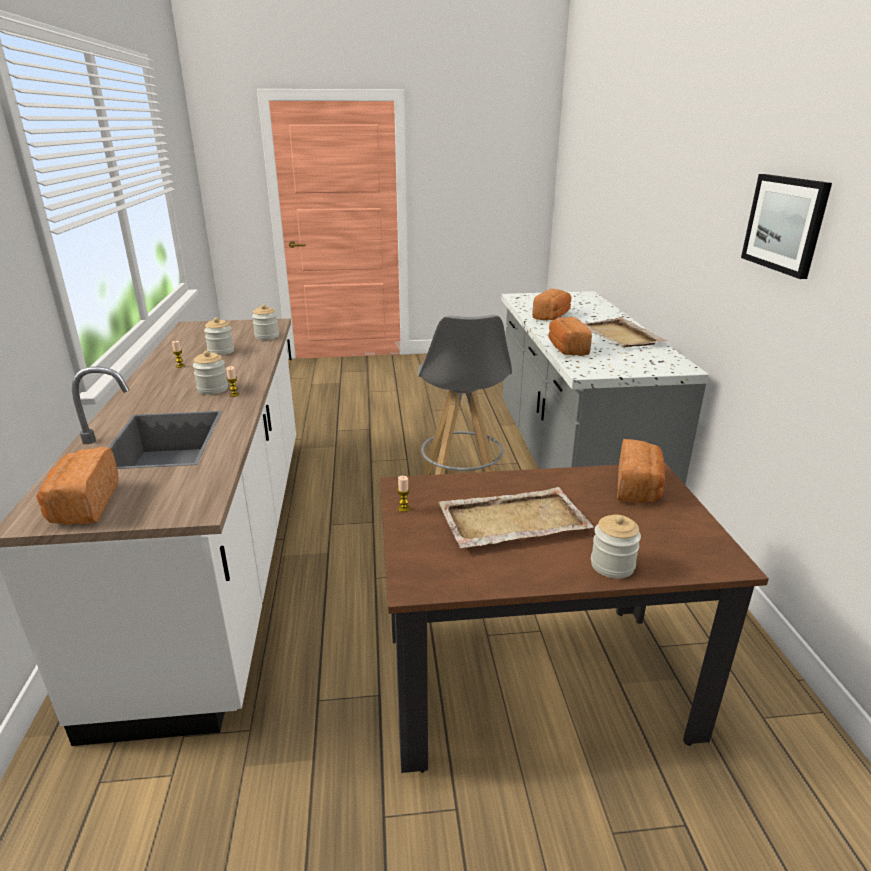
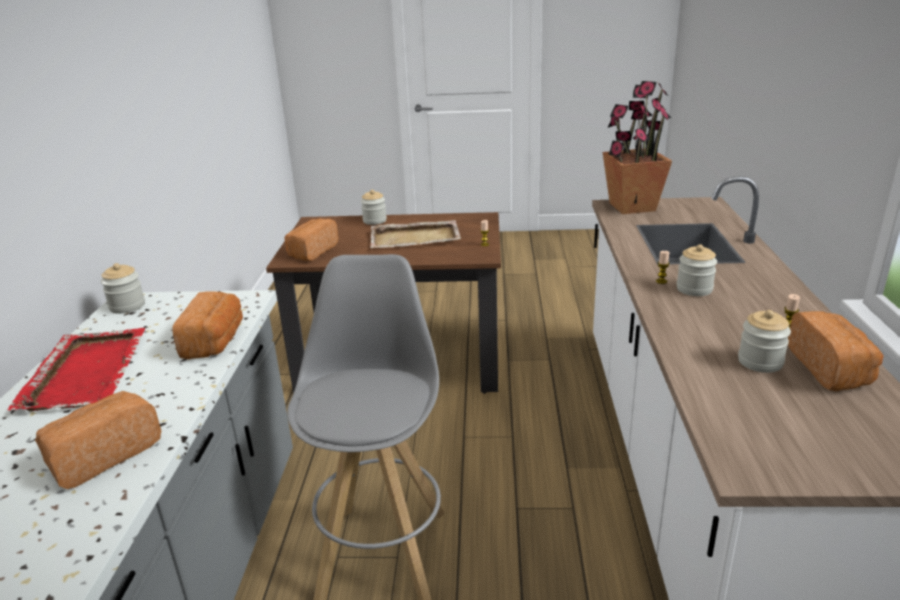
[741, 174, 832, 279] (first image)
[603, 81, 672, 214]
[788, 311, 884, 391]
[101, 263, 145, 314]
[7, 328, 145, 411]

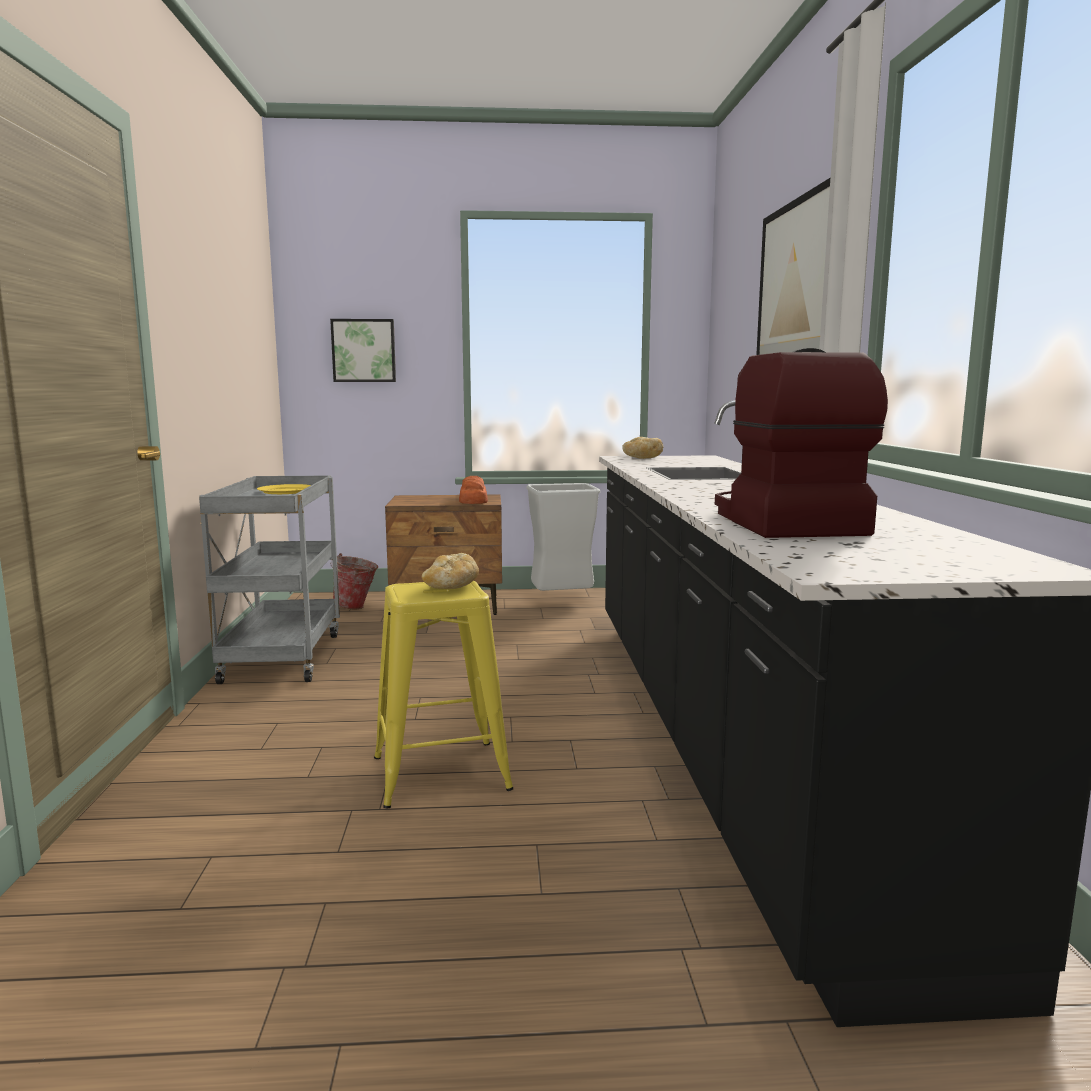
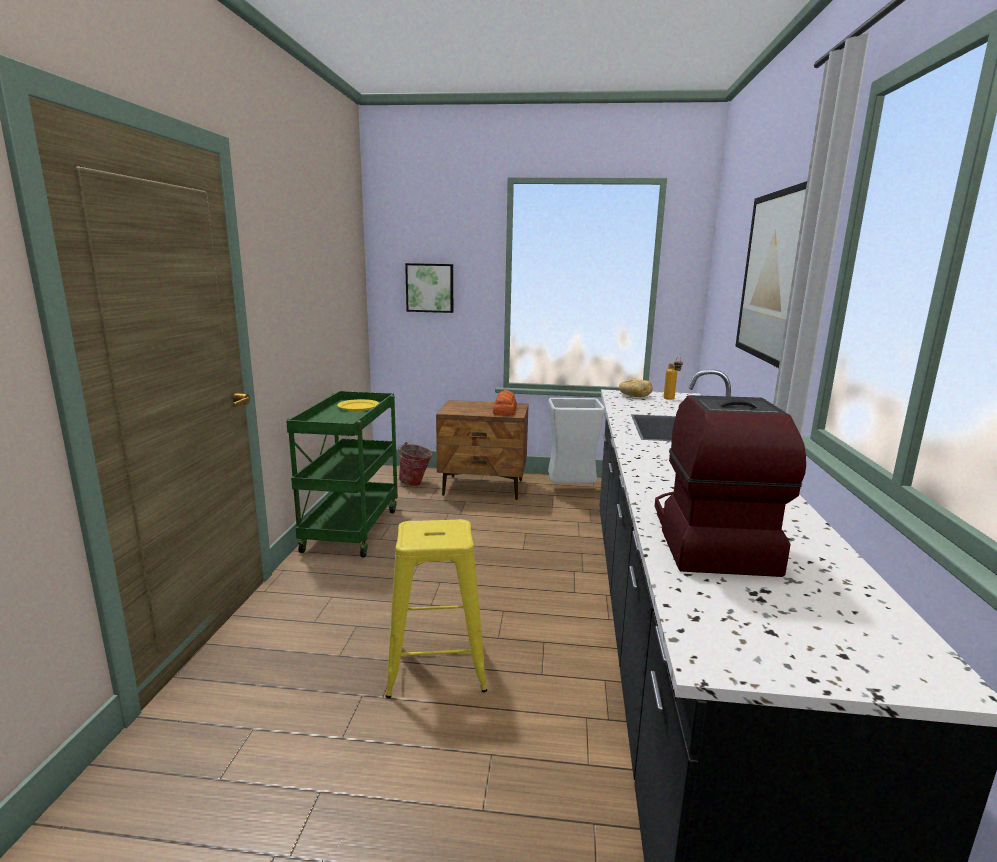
[422, 553, 479, 589] (first image)
[664, 357, 683, 400]
[286, 391, 398, 557]

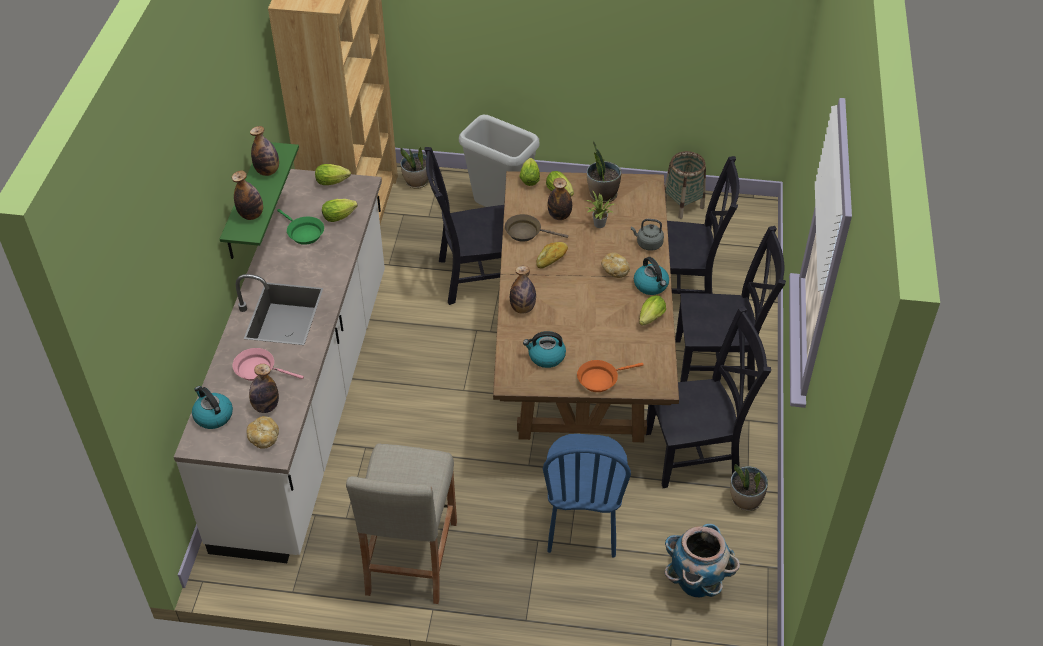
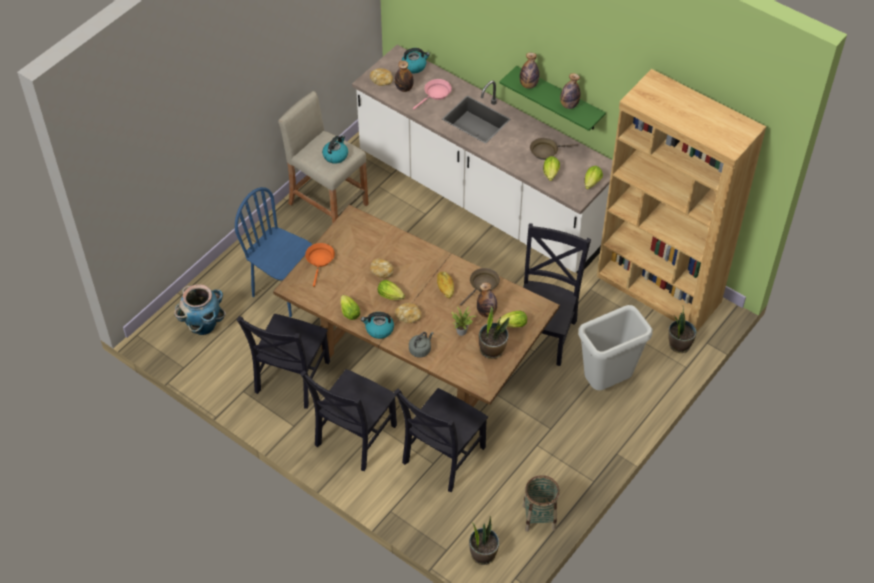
[510, 266, 536, 314] (first image)
[370, 258, 394, 278]
[378, 280, 405, 300]
[322, 135, 348, 164]
[469, 516, 499, 565]
[530, 138, 578, 160]

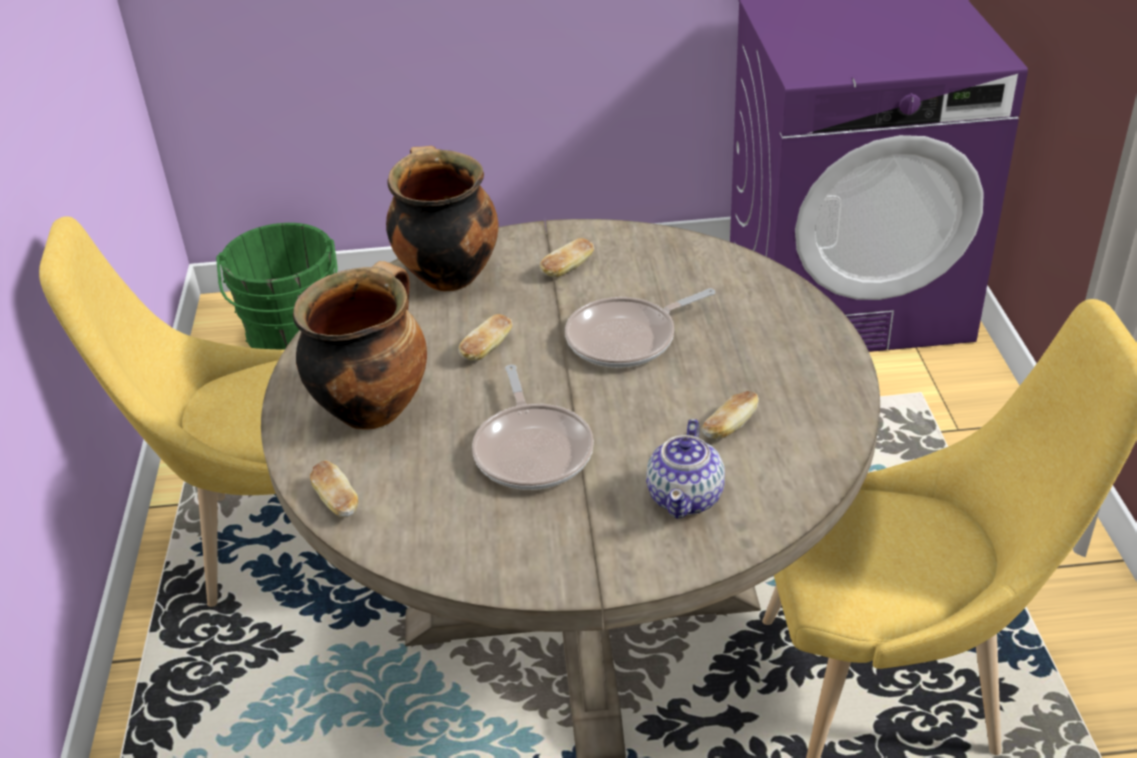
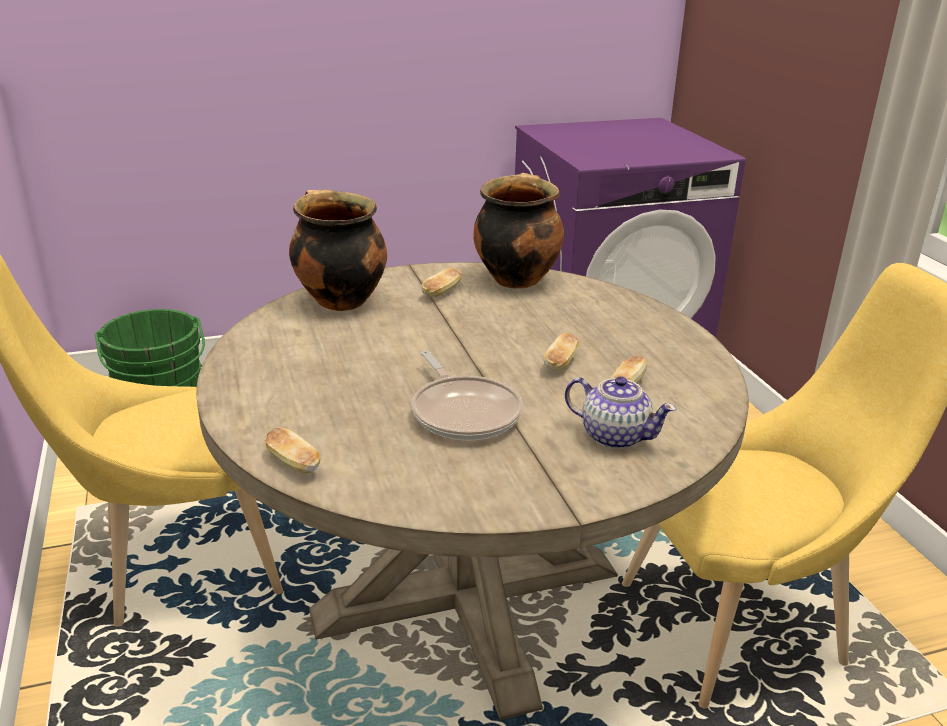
[565, 288, 715, 368] (first image)
[473, 173, 564, 289]
[543, 333, 579, 371]
[565, 376, 677, 449]

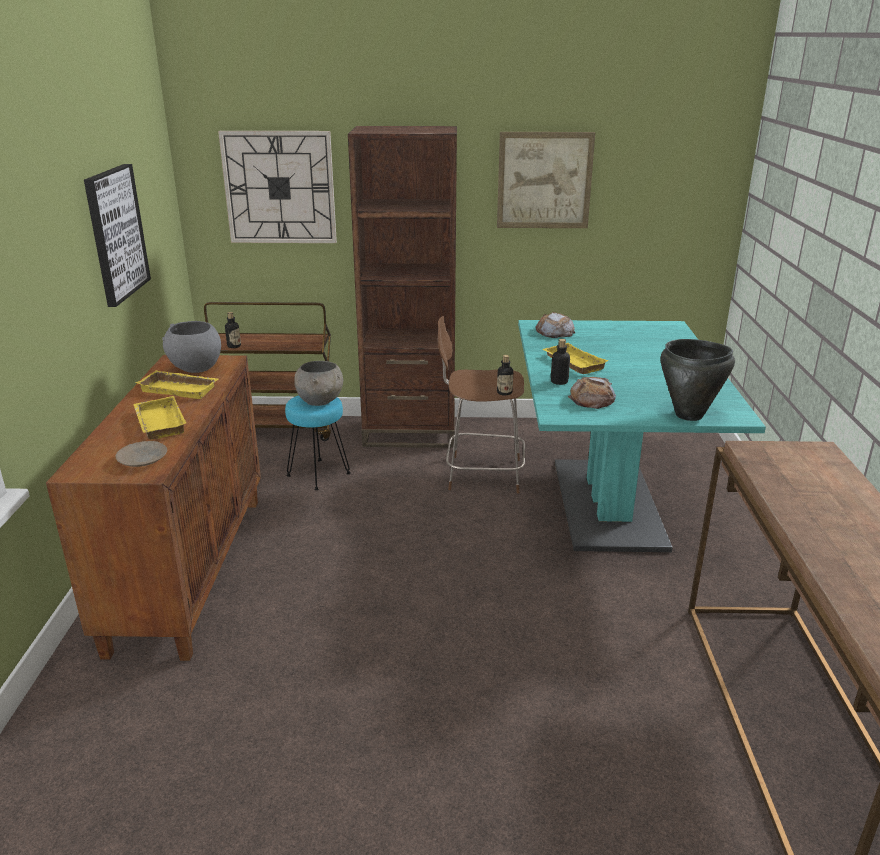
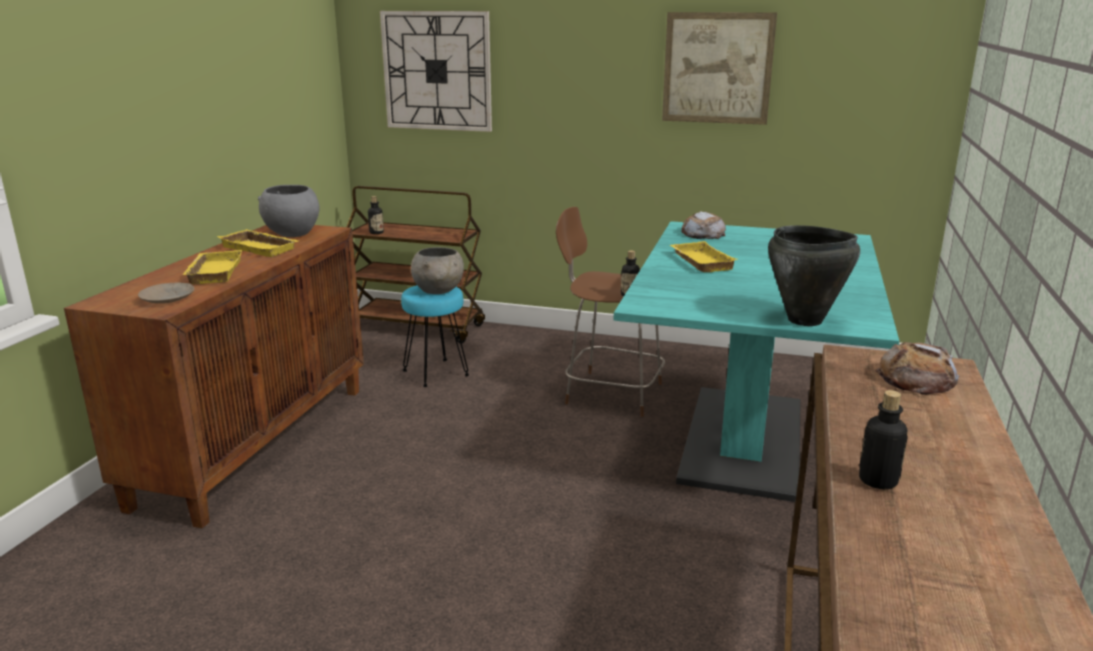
[84, 164, 151, 307] (first image)
[348, 126, 457, 448] (first image)
[859, 390, 908, 489]
[875, 342, 959, 395]

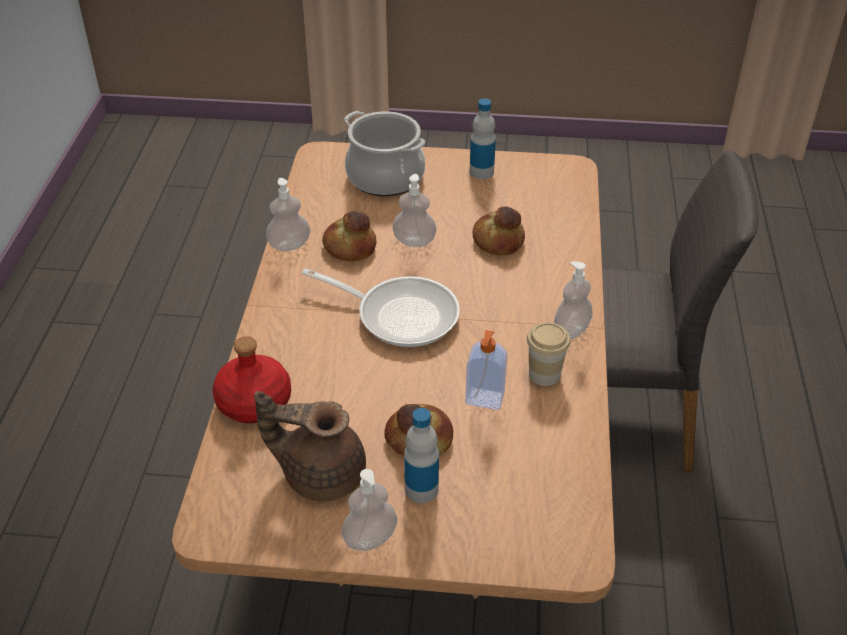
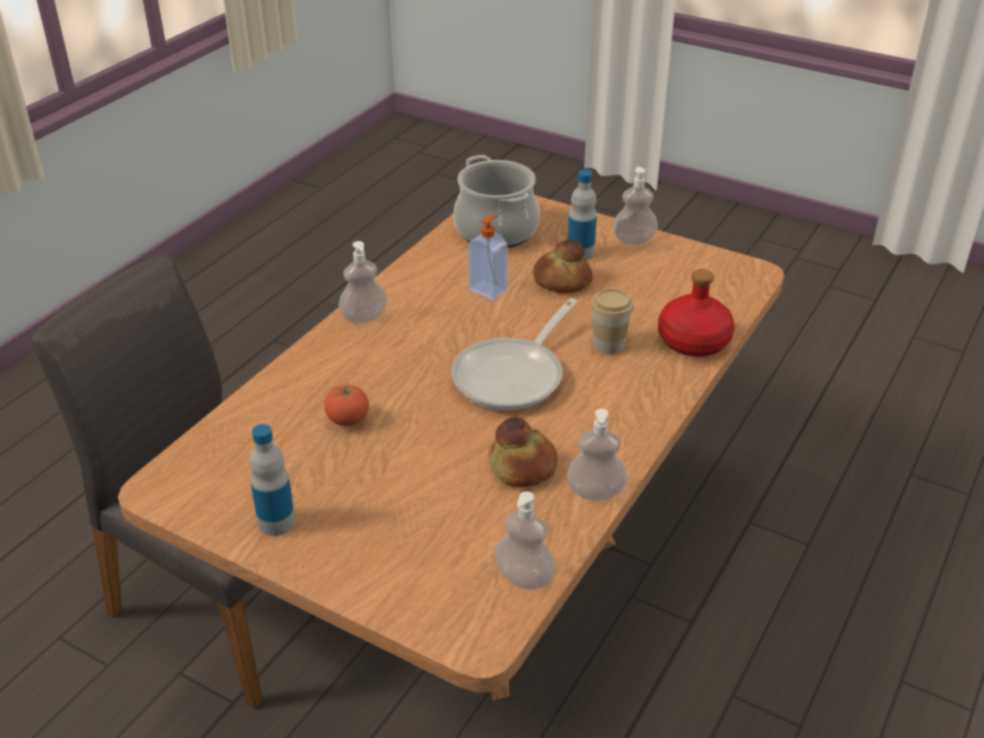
[254, 391, 366, 502] (first image)
[453, 155, 540, 248]
[495, 491, 555, 590]
[590, 289, 634, 354]
[324, 383, 369, 426]
[451, 298, 578, 411]

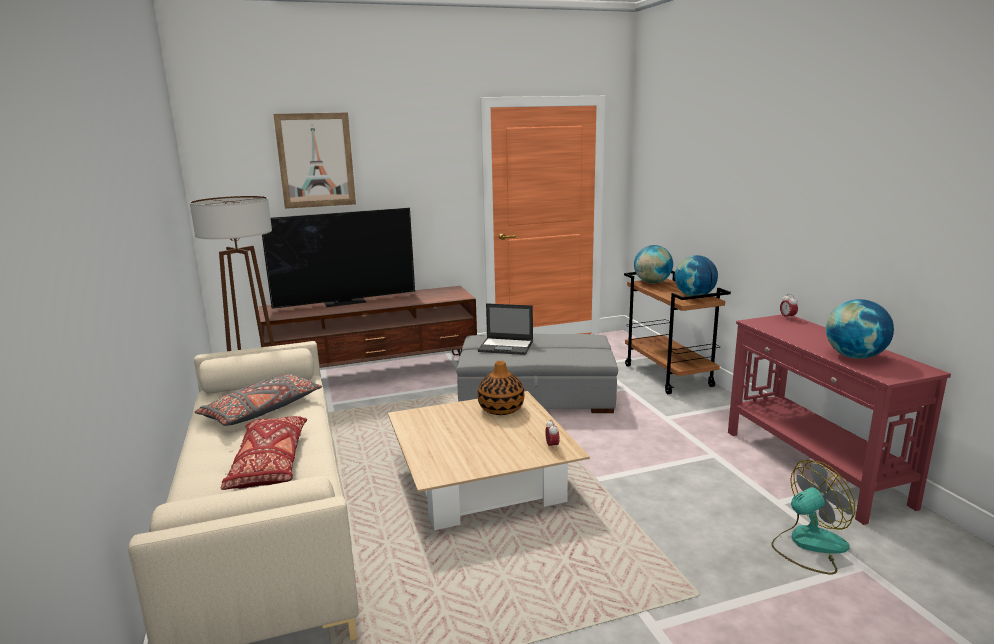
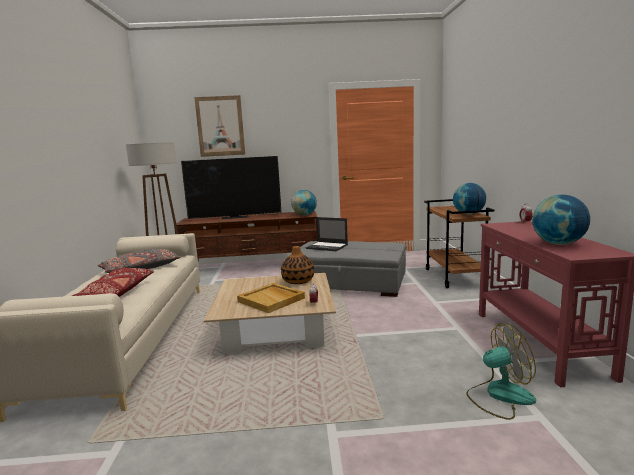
[237, 283, 305, 313]
[291, 190, 317, 216]

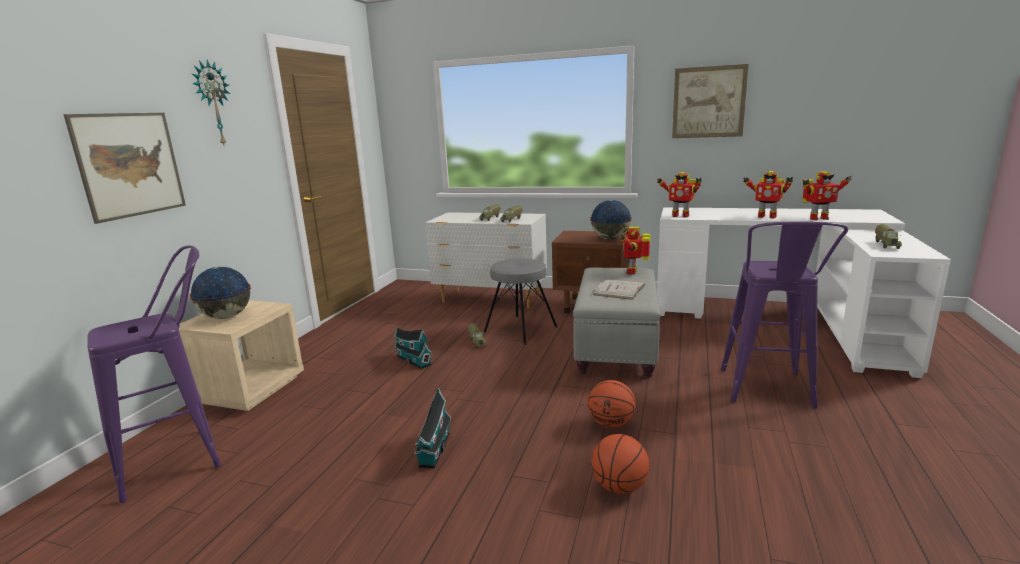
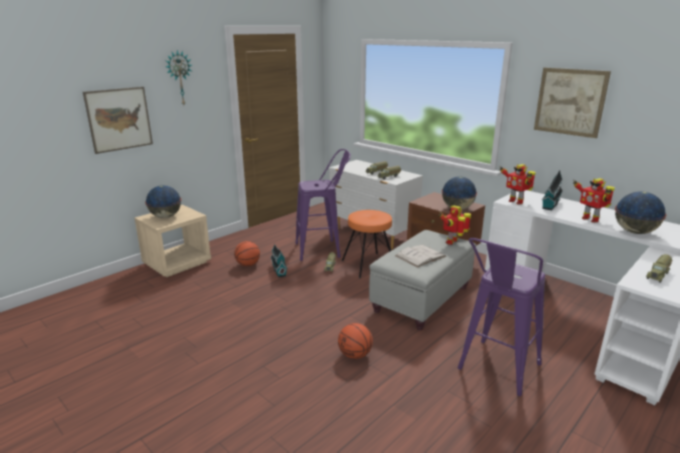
[295, 149, 351, 261]
[542, 170, 563, 210]
[234, 241, 260, 266]
[615, 192, 666, 234]
[342, 210, 392, 278]

